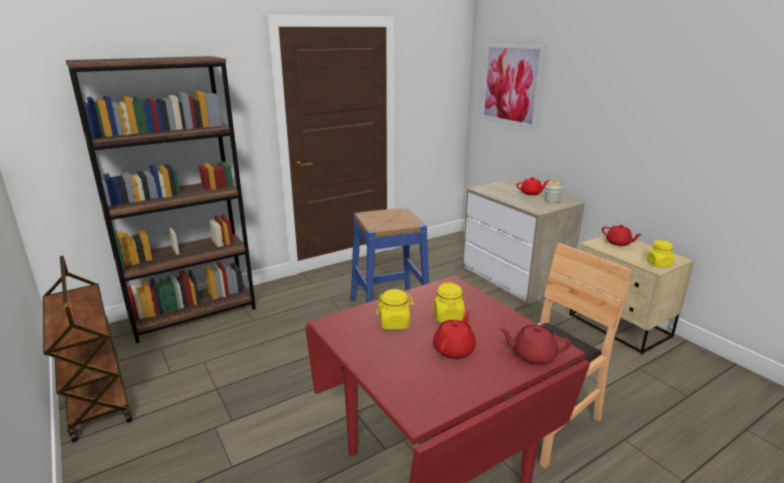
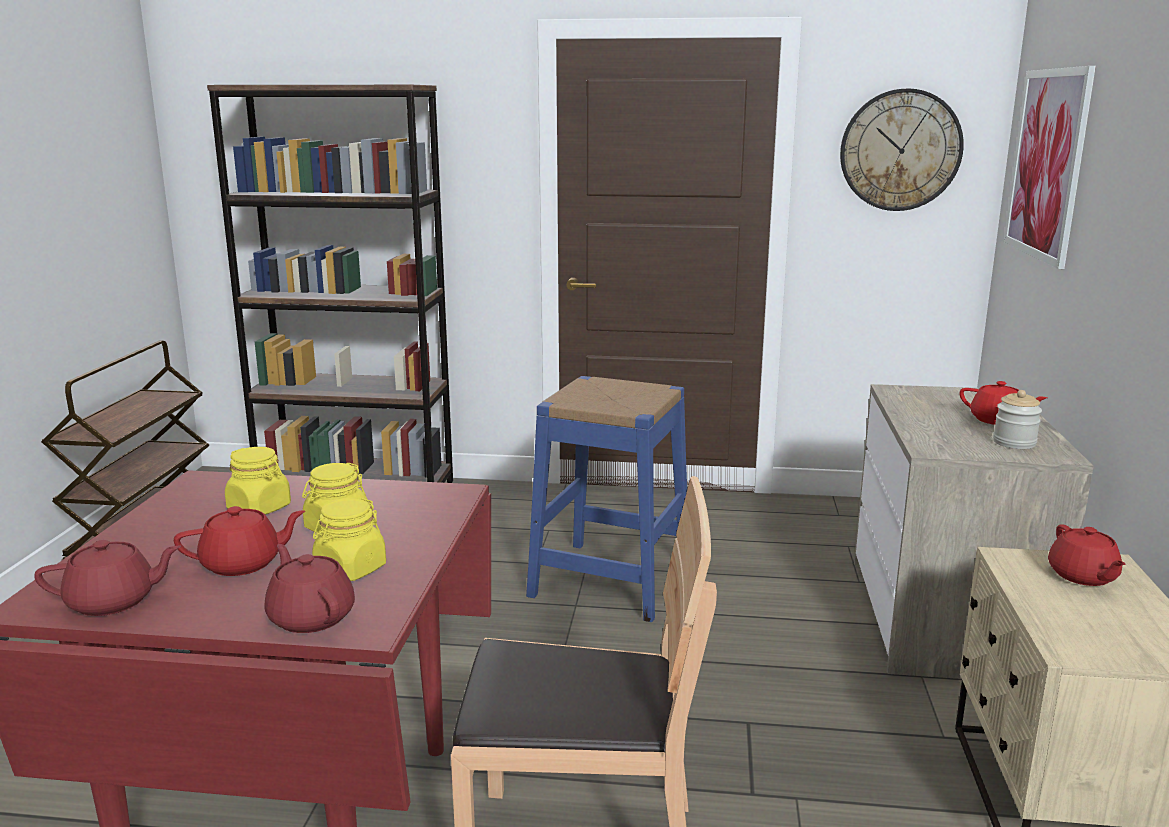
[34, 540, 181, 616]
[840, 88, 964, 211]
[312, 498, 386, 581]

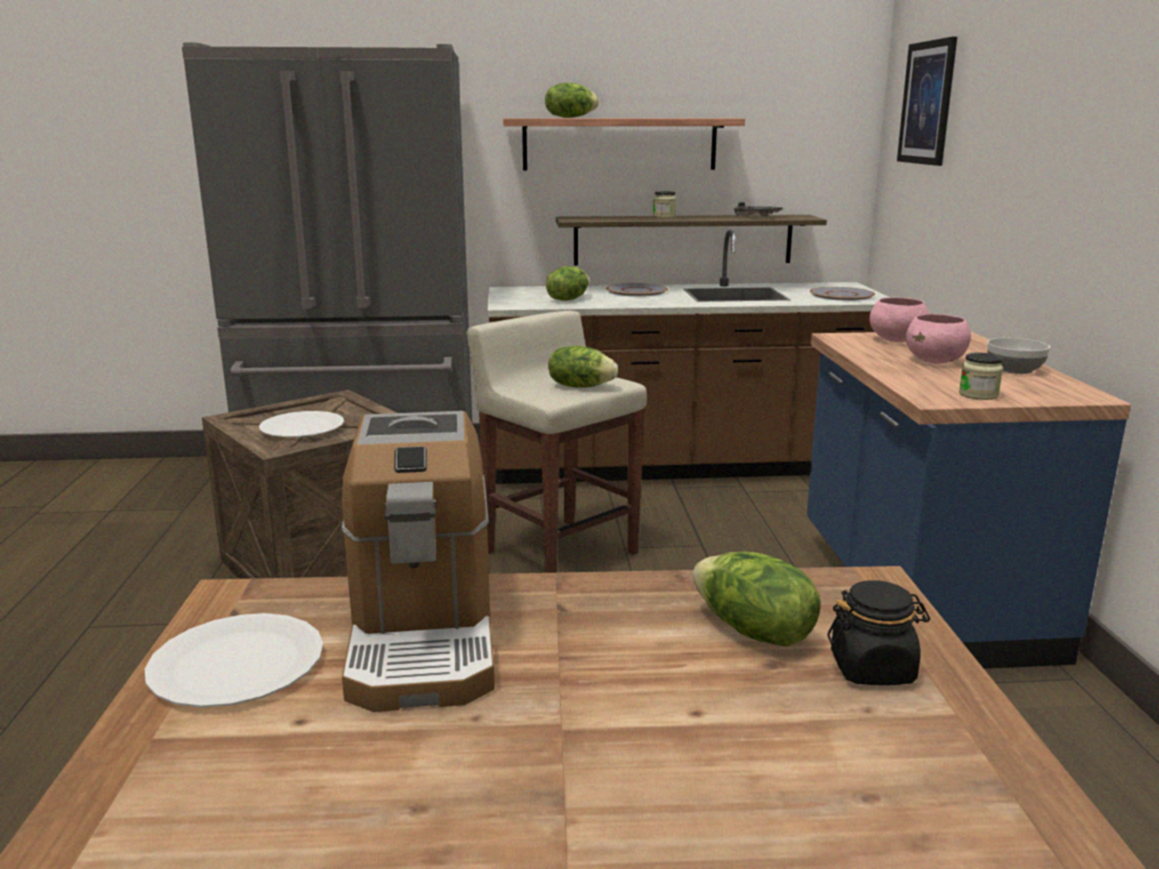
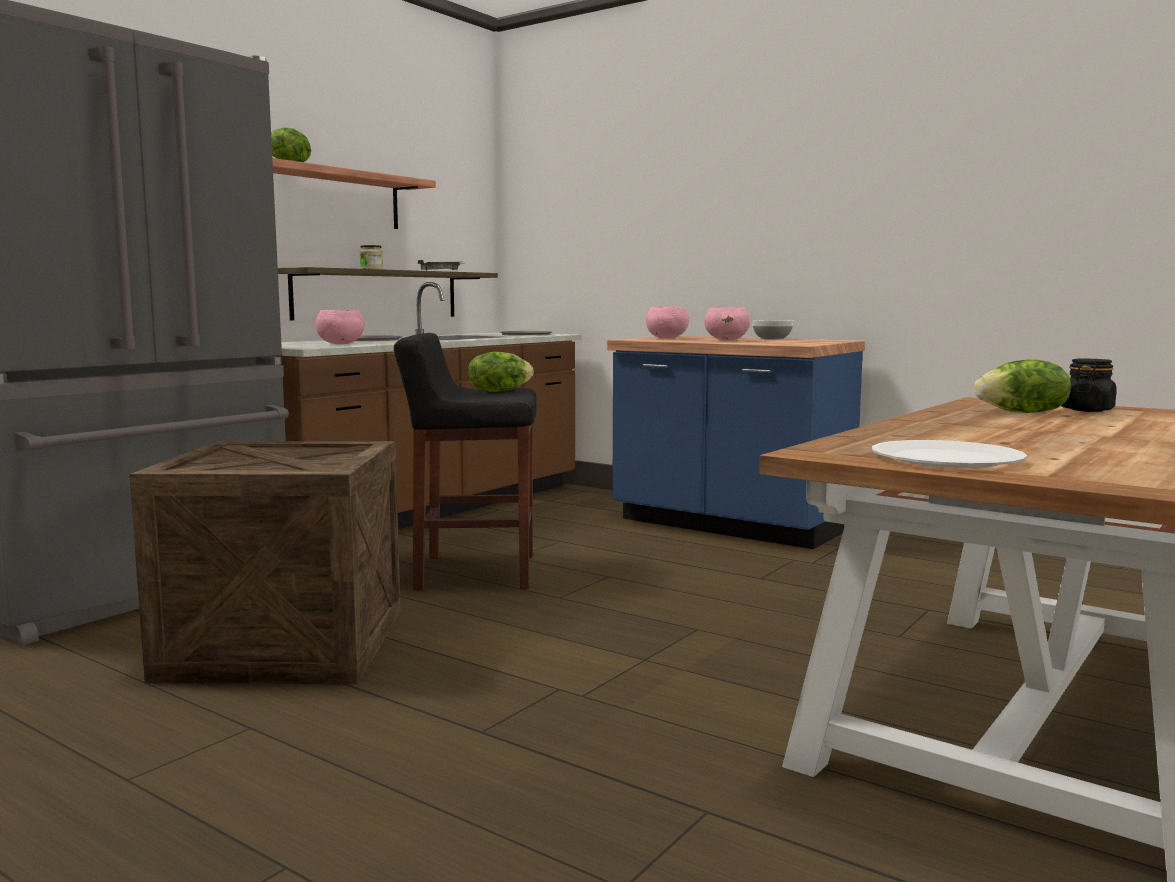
[259, 411, 344, 437] (first image)
[342, 411, 495, 712] (first image)
[897, 37, 957, 166] (first image)
[959, 352, 1003, 400] (first image)
[315, 310, 365, 344]
[394, 333, 537, 591]

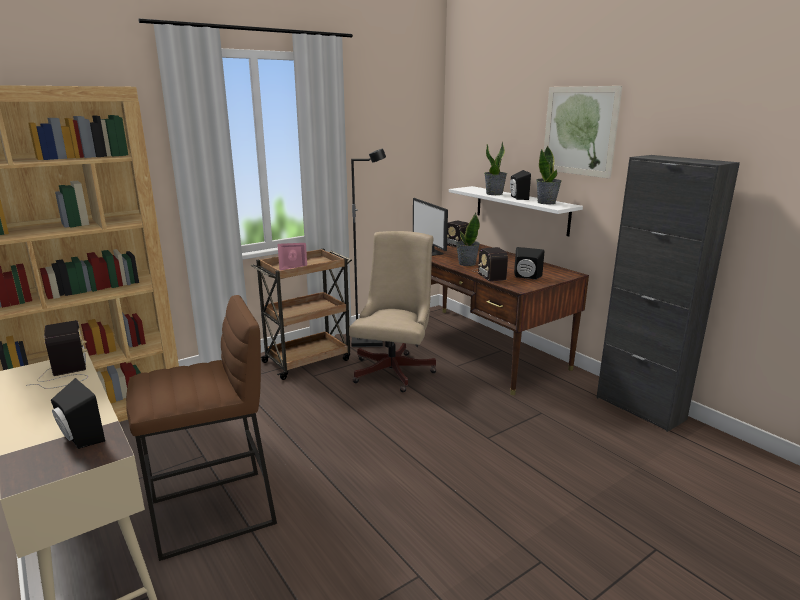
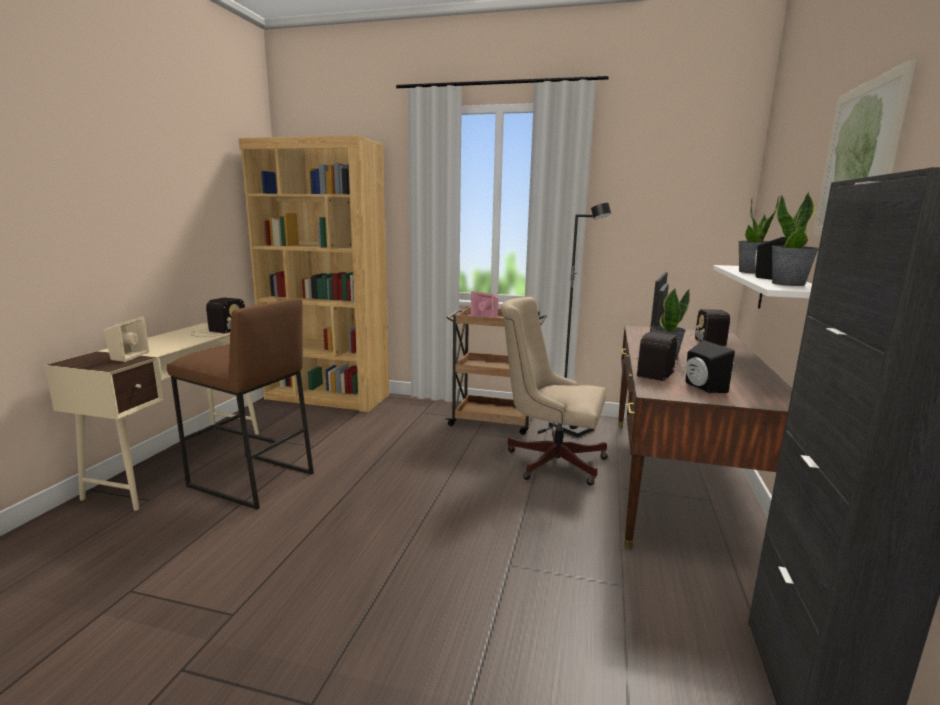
[104, 316, 149, 362]
[501, 297, 608, 486]

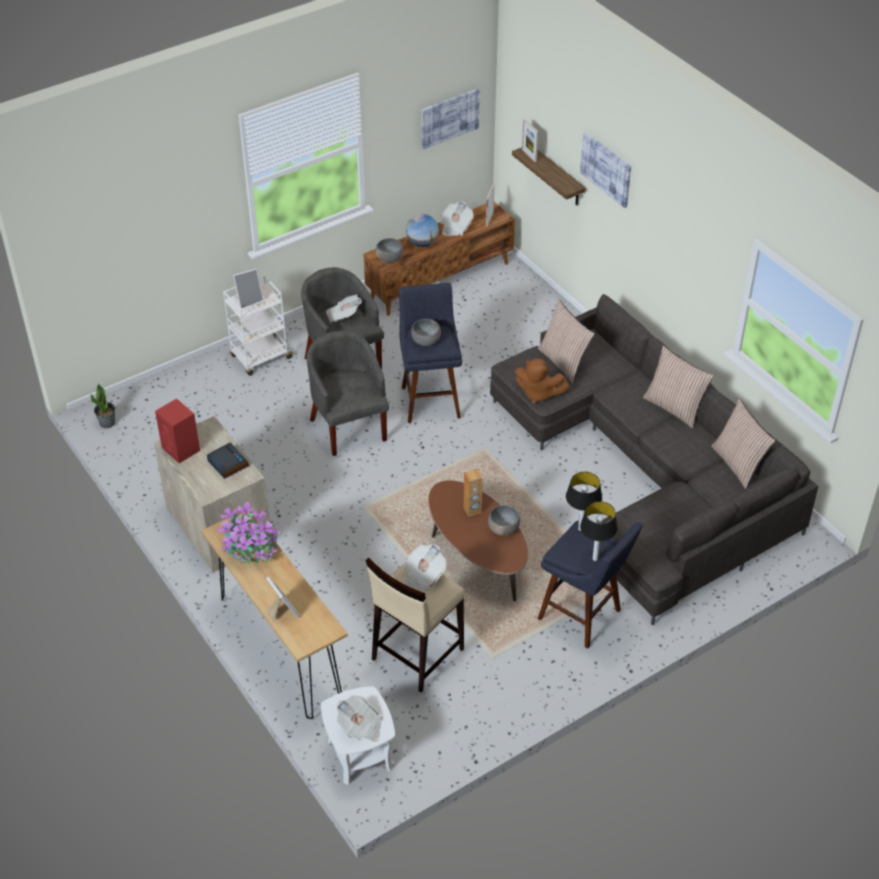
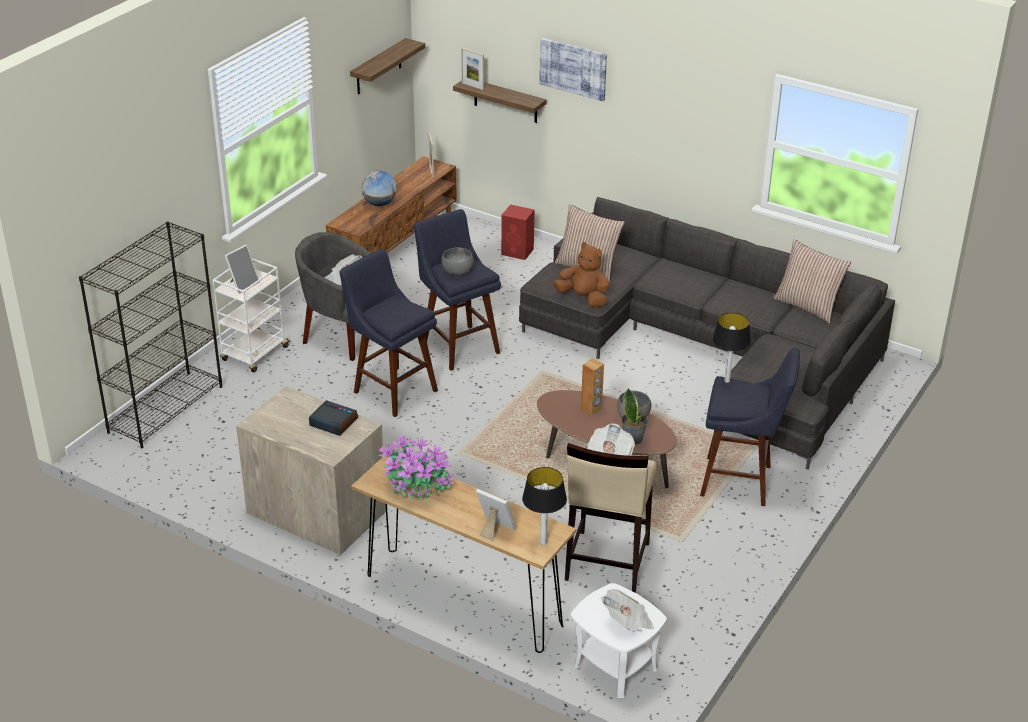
[376, 238, 403, 263] (first image)
[441, 202, 474, 236] (first image)
[643, 346, 714, 428] (first image)
[79, 221, 222, 448]
[622, 388, 648, 444]
[501, 204, 534, 260]
[522, 467, 567, 545]
[340, 249, 438, 417]
[350, 38, 425, 94]
[553, 242, 610, 307]

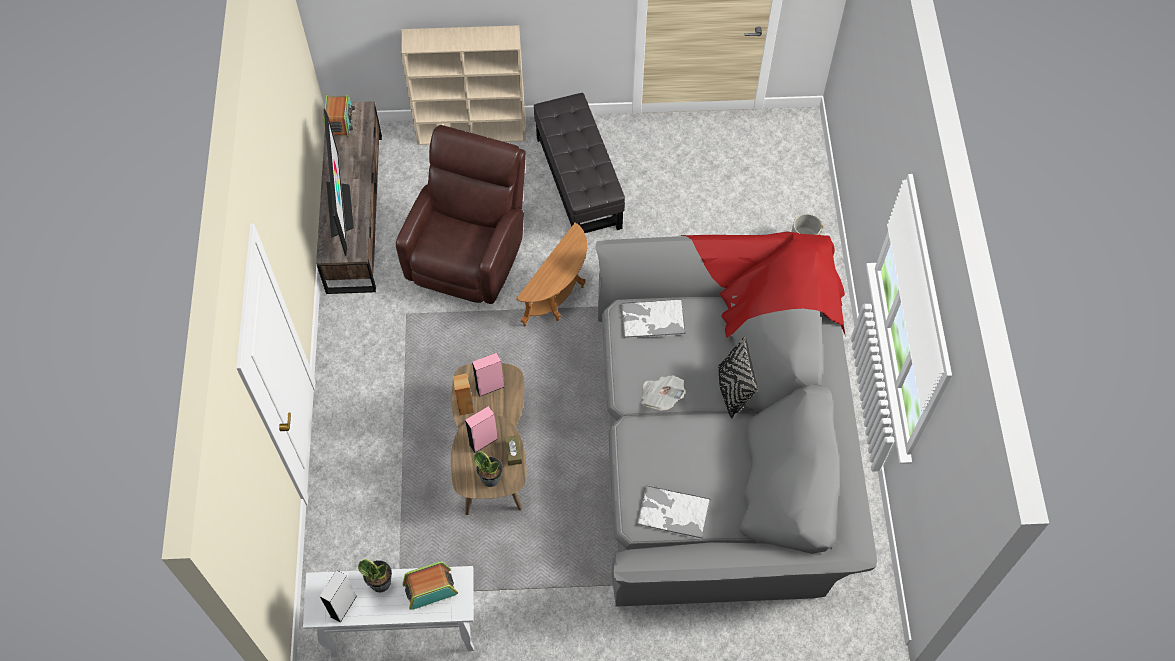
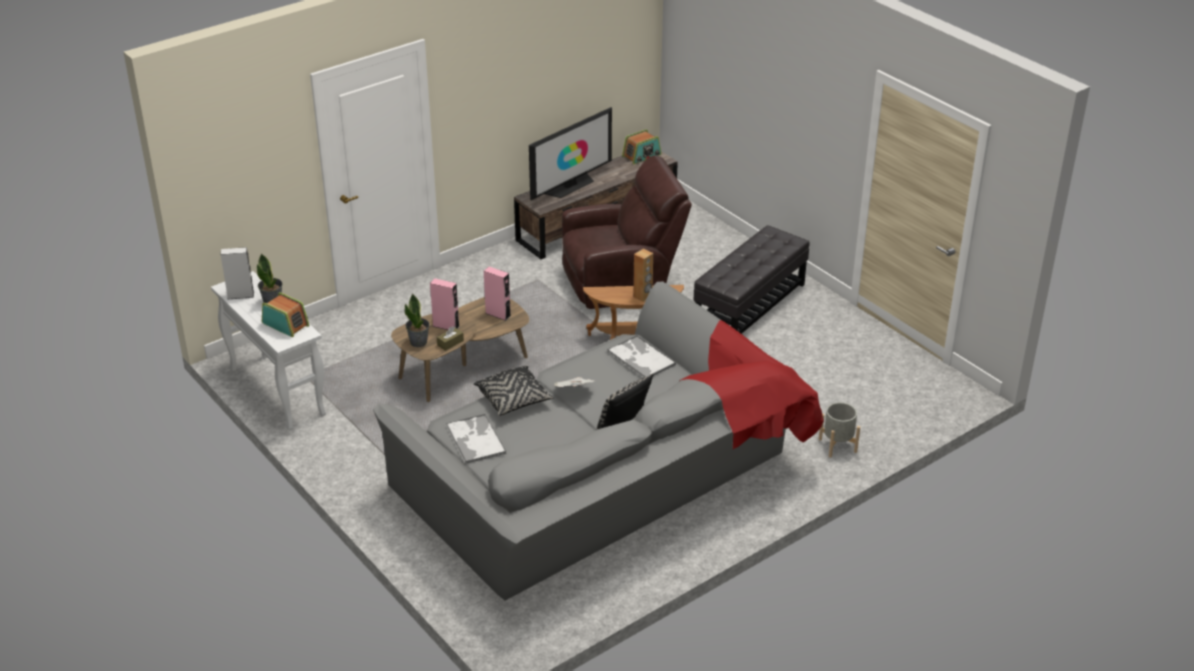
[401, 25, 526, 145] (first image)
[474, 366, 553, 416]
[633, 249, 653, 302]

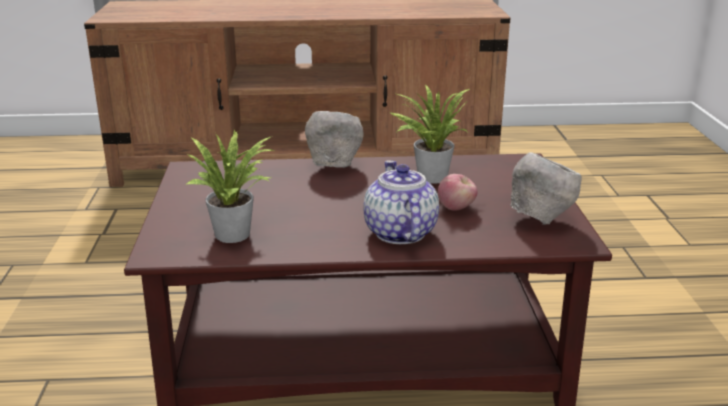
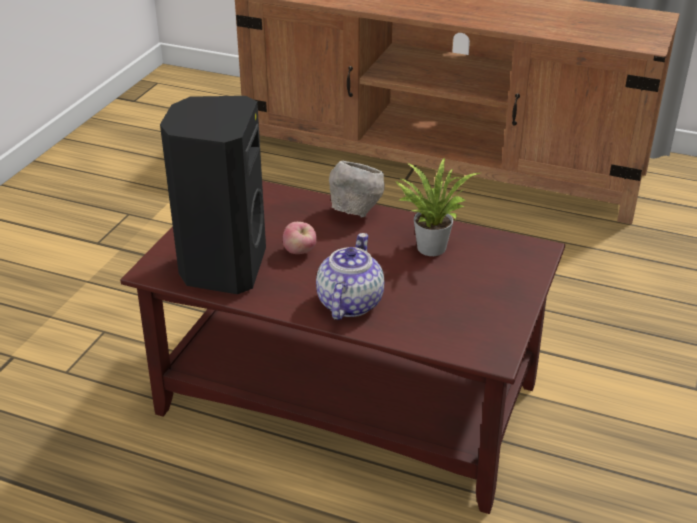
[510, 152, 582, 225] (first image)
[282, 222, 317, 254]
[160, 96, 266, 294]

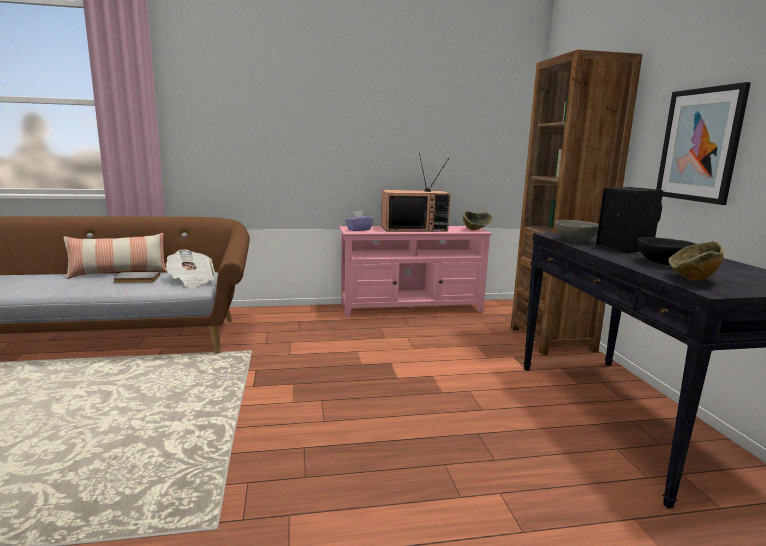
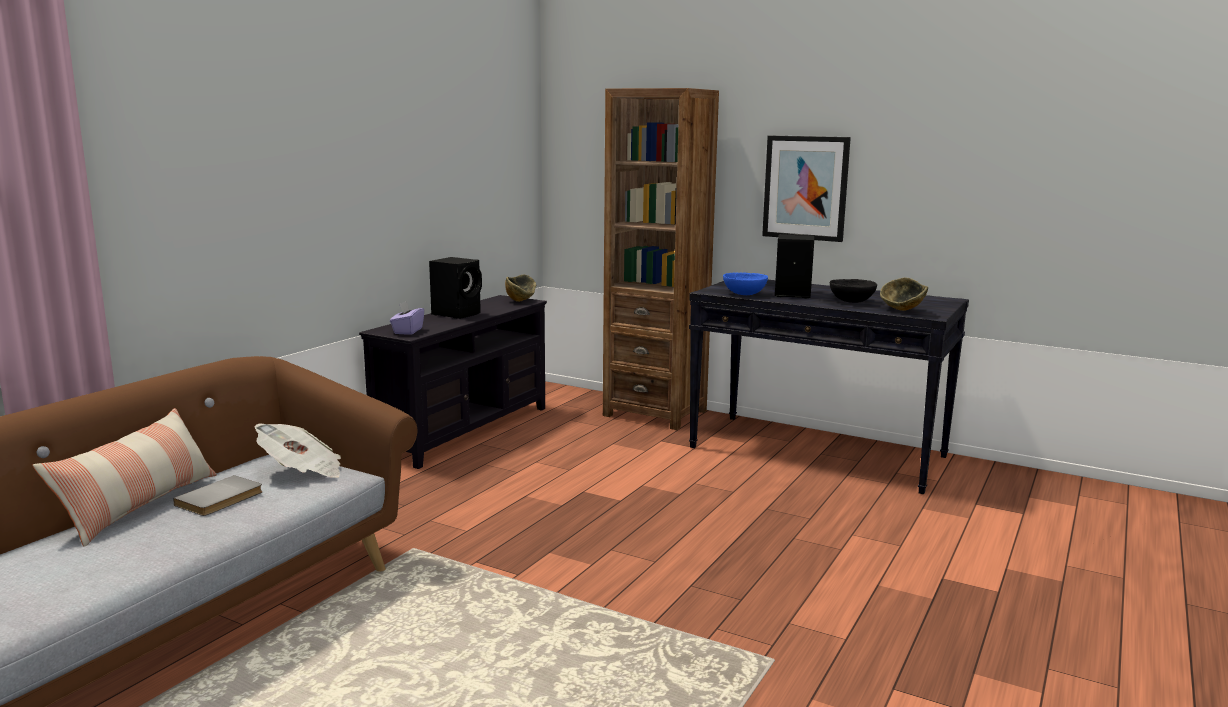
[429, 257, 482, 319]
[359, 295, 547, 469]
[723, 273, 768, 295]

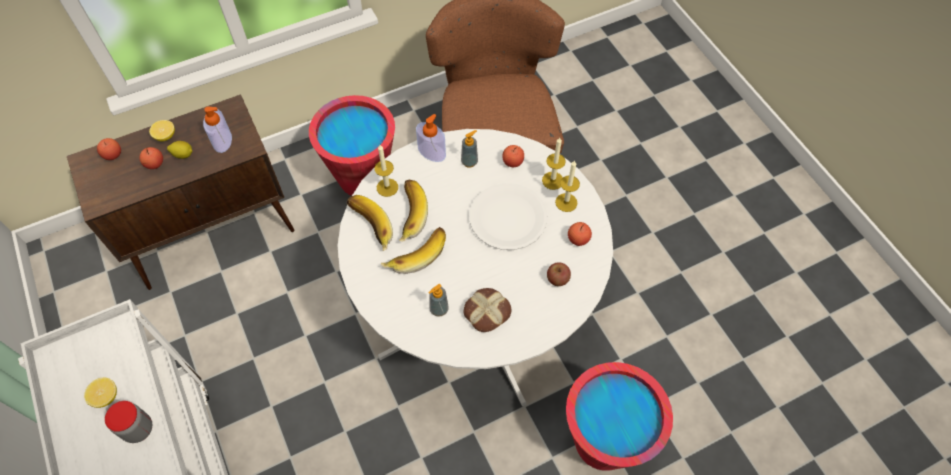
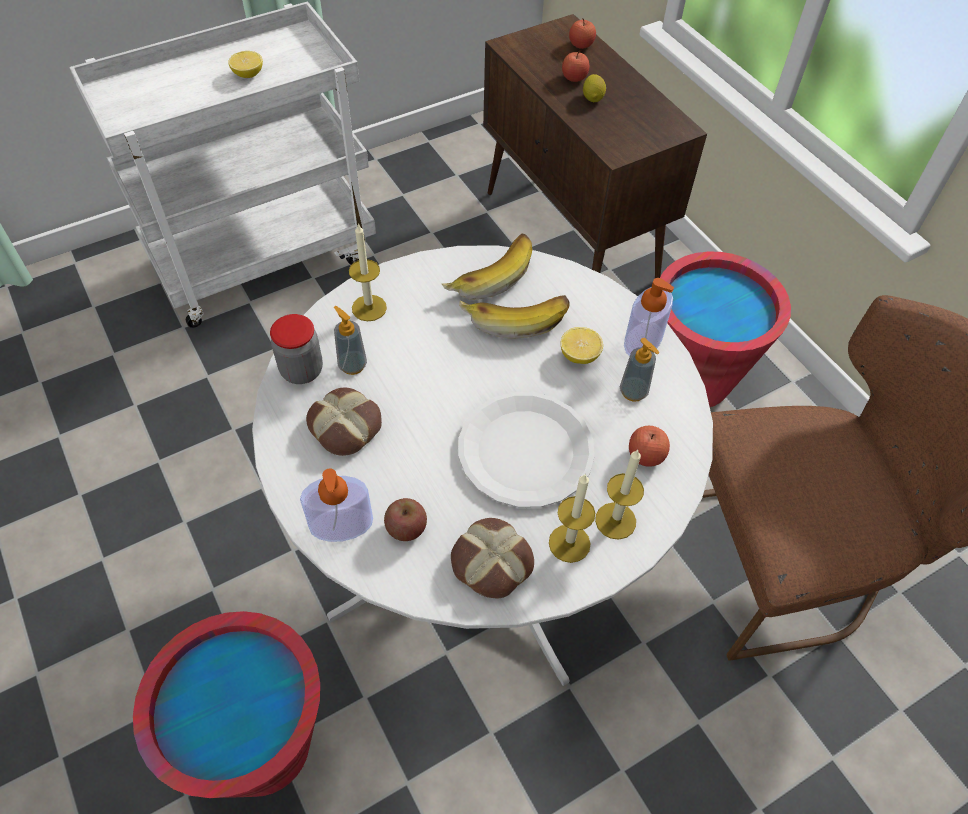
[381, 227, 446, 274] (first image)
[270, 314, 323, 384]
[560, 327, 603, 364]
[300, 469, 373, 542]
[349, 224, 387, 321]
[451, 518, 534, 598]

